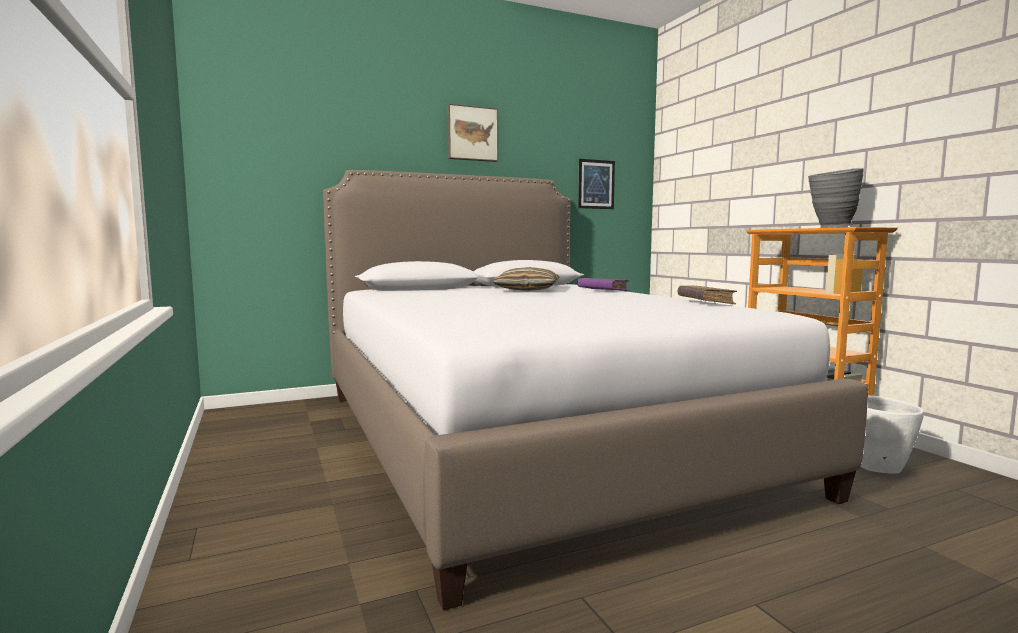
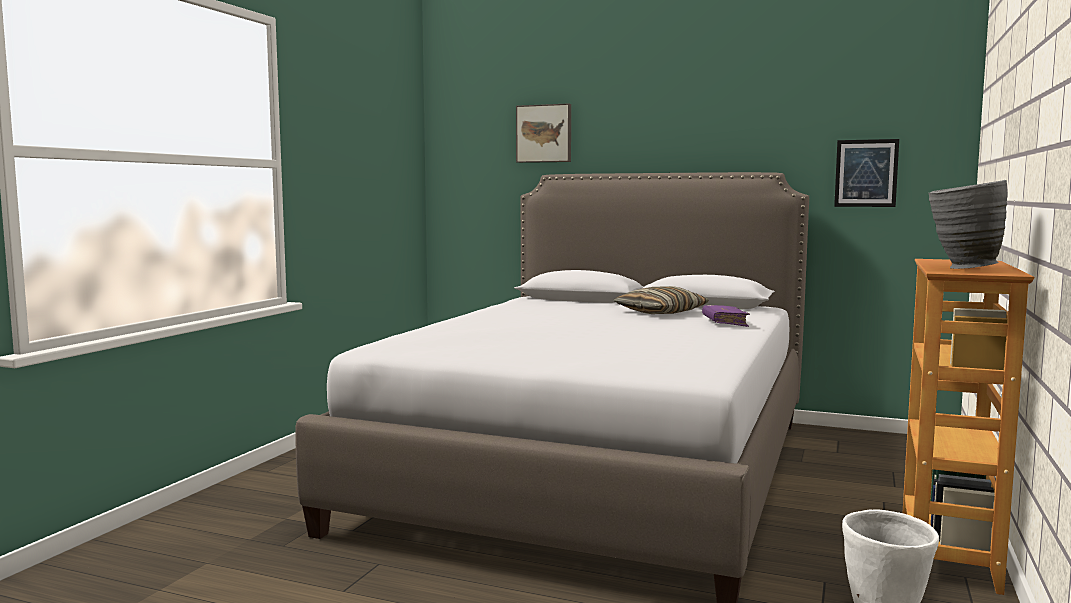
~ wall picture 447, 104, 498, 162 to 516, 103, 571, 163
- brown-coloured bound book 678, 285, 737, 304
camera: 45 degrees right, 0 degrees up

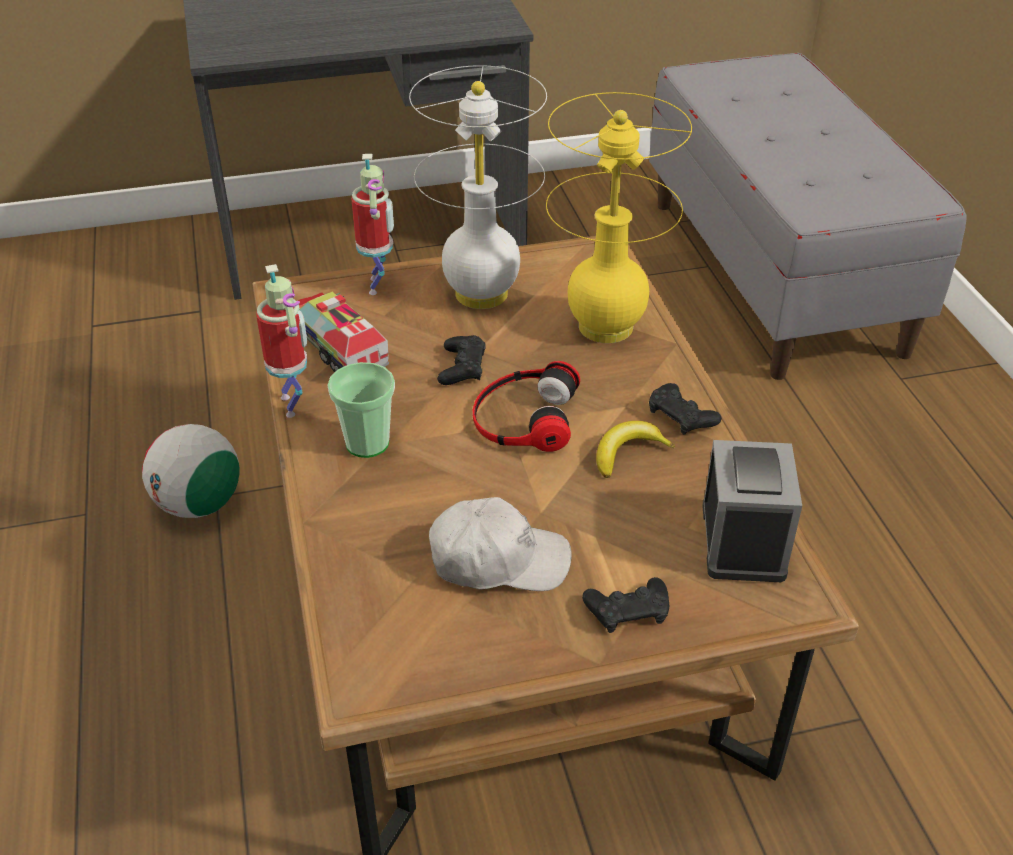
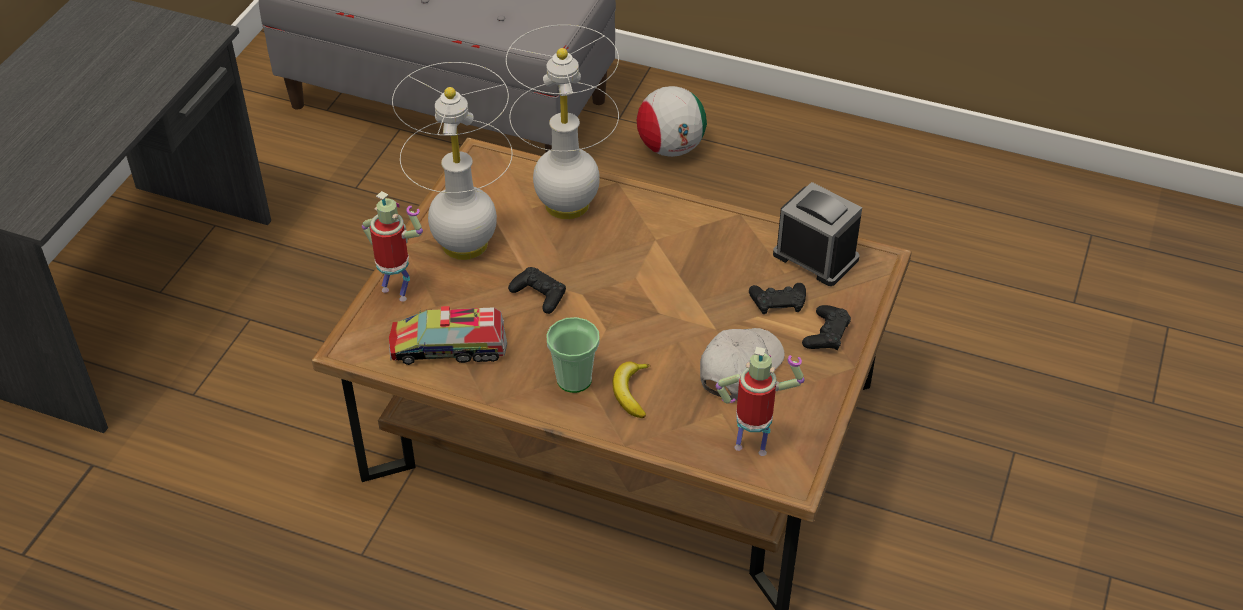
~ ball for football 142, 424, 240, 518 to 636, 86, 707, 157
~ toy robot 256, 264, 307, 418 to 716, 347, 805, 456
- headset 472, 361, 580, 452
~ yellow-coloured tabletop lamp 546, 92, 692, 343 to white tabletop lamp 506, 25, 619, 219
~ banana 596, 421, 675, 478 to 612, 361, 650, 418
~ black joypad 649, 383, 722, 435 to 749, 283, 806, 314
camera: 55 degrees left, 5 degrees up

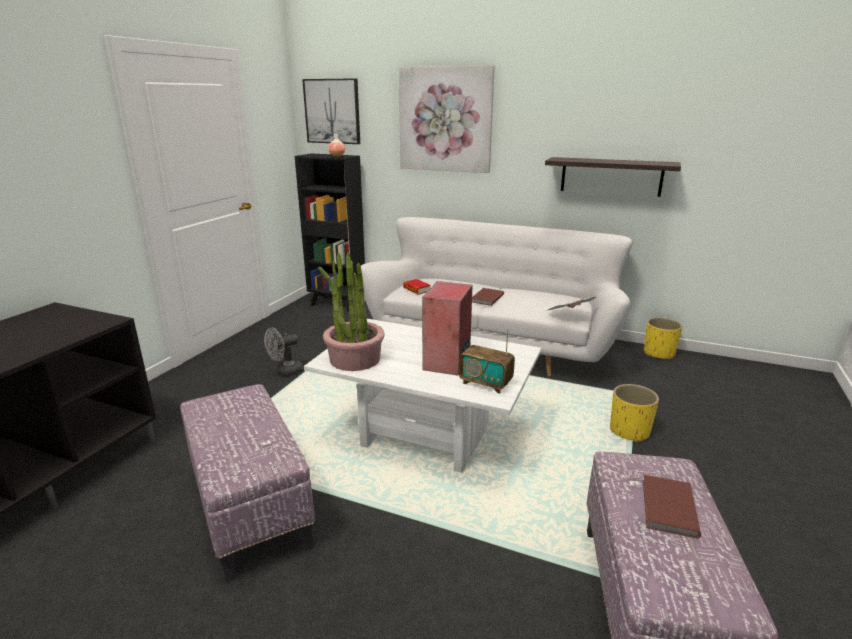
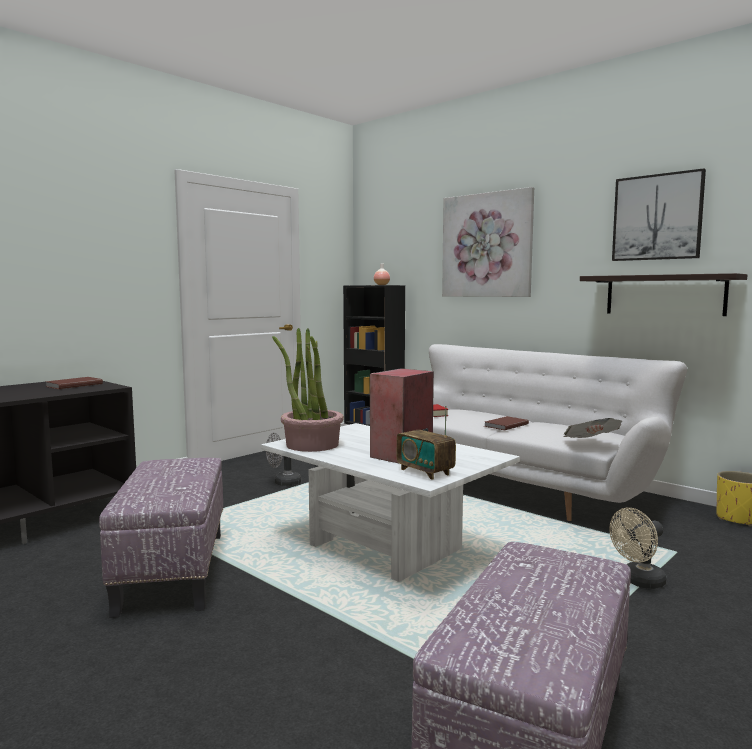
~ wall picture 302, 78, 360, 144 to 612, 168, 706, 261
~ yellow-coloured plant pot 610, 384, 659, 443 to sand-coloured cooling fan 609, 508, 666, 589
~ brown-coloured bound book 643, 475, 701, 539 to 45, 377, 103, 389
camera: 20 degrees right, 15 degrees down

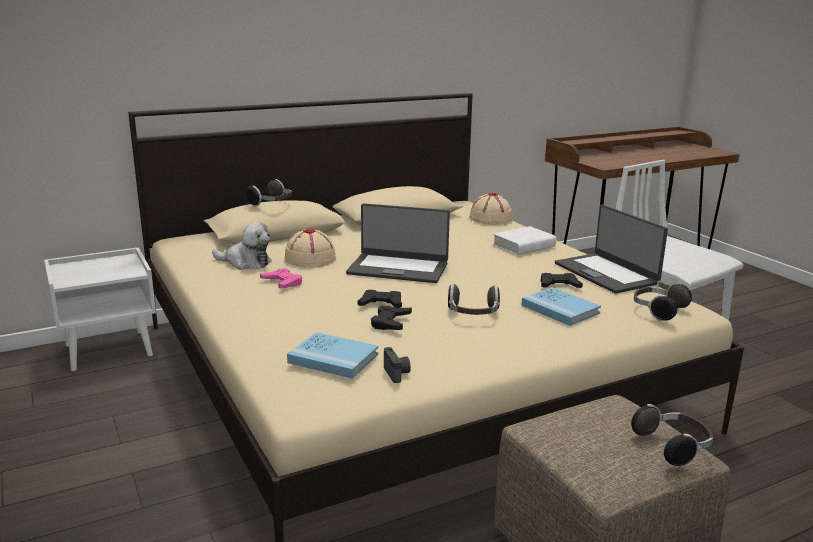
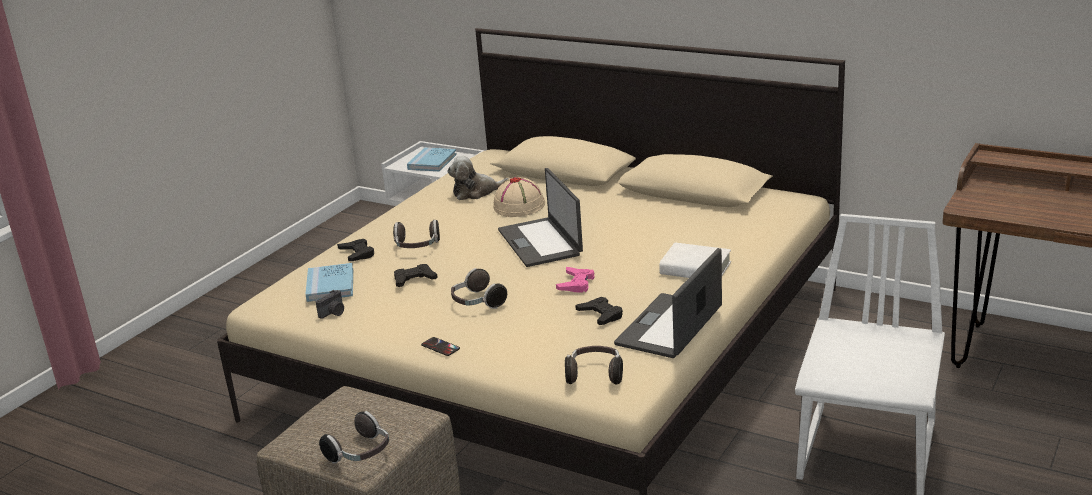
~ plush toy 212, 222, 271, 270 = 447, 156, 509, 200 90 degrees clockwise
~ headset 246, 179, 292, 206 to 393, 220, 440, 248
~ pinkish joypad 260, 268, 302, 288 to 556, 267, 595, 293
~ black joypad 357, 290, 402, 308 to 337, 239, 374, 261
- sand-coloured wearable hat 469, 193, 513, 224
~ bluish bound book 521, 287, 601, 326 to 407, 147, 457, 171
+ telephone 421, 337, 460, 356
camera: 60 degrees right, 5 degrees up

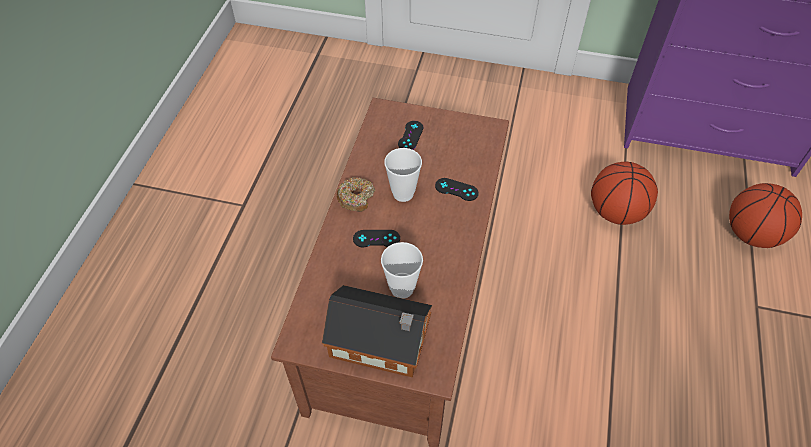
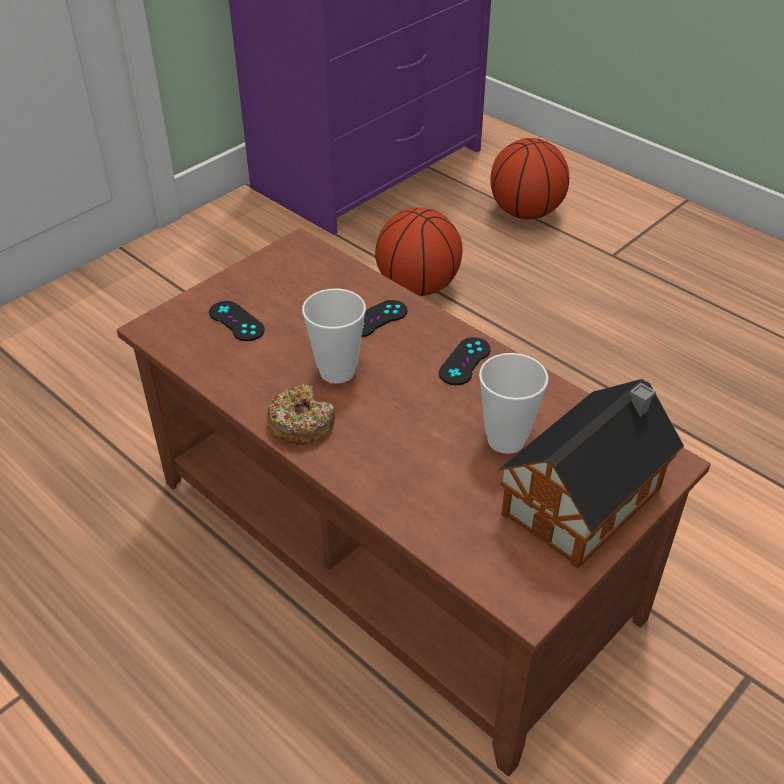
~ black joypad 353, 230, 400, 247 to 439, 337, 491, 385
camera: 60 degrees left, 10 degrees down

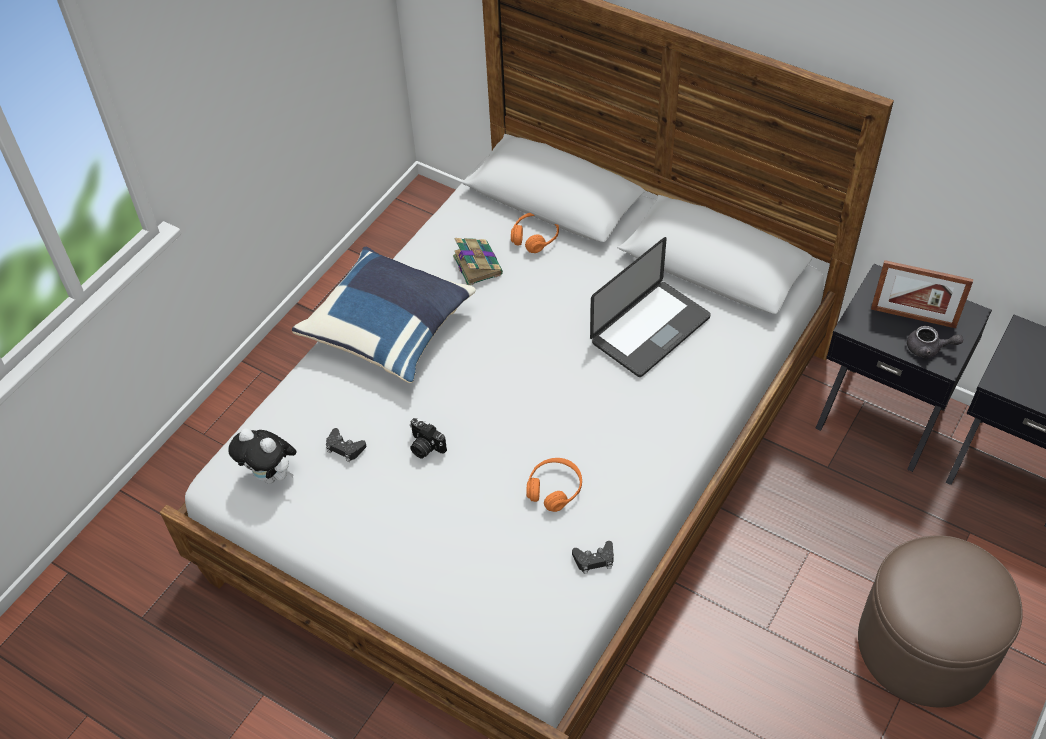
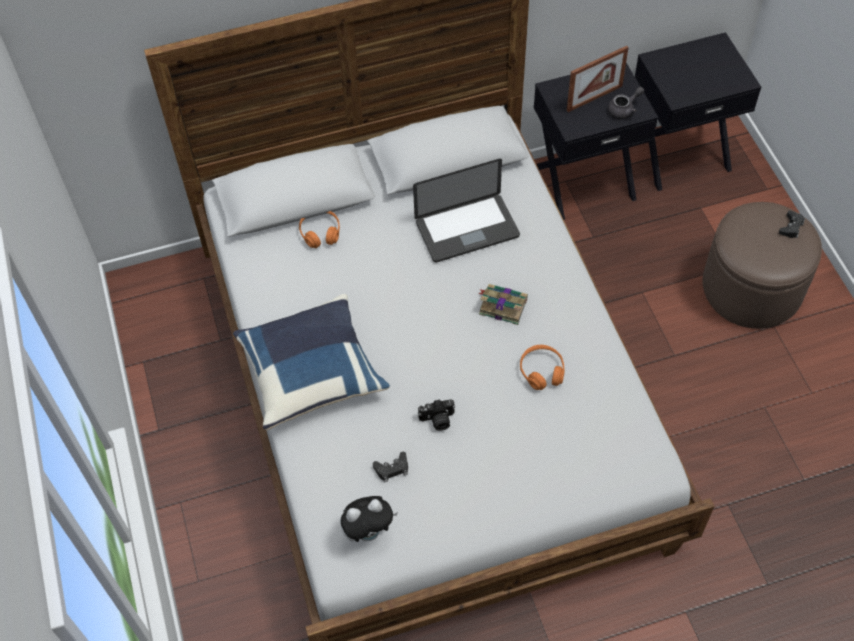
~ bound book 453, 238, 503, 285 to 478, 284, 528, 325
~ black joypad 572, 541, 614, 574 to 779, 211, 805, 238
~ laptop 590, 237, 711, 377 = 413, 159, 520, 262 75 degrees clockwise
camera: 50 degrees left, 5 degrees up

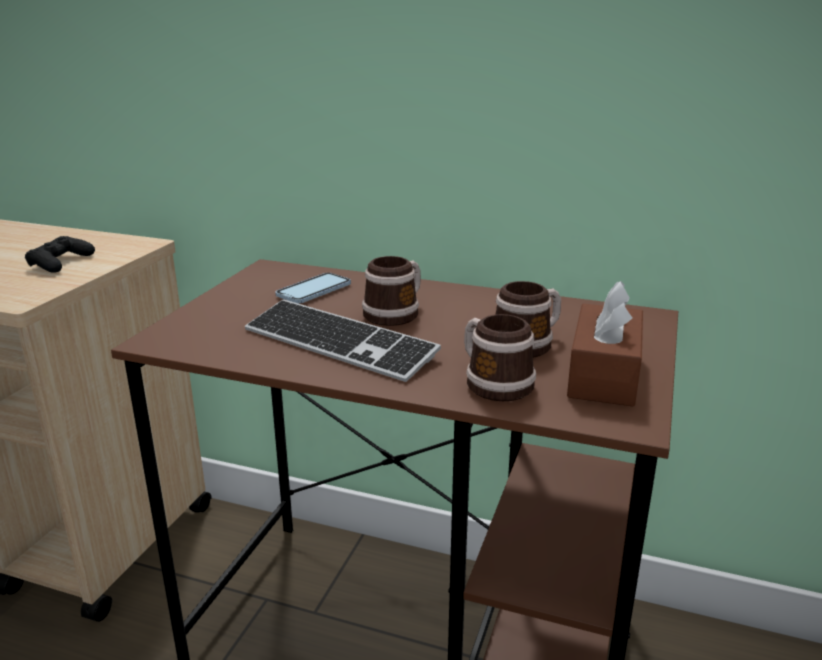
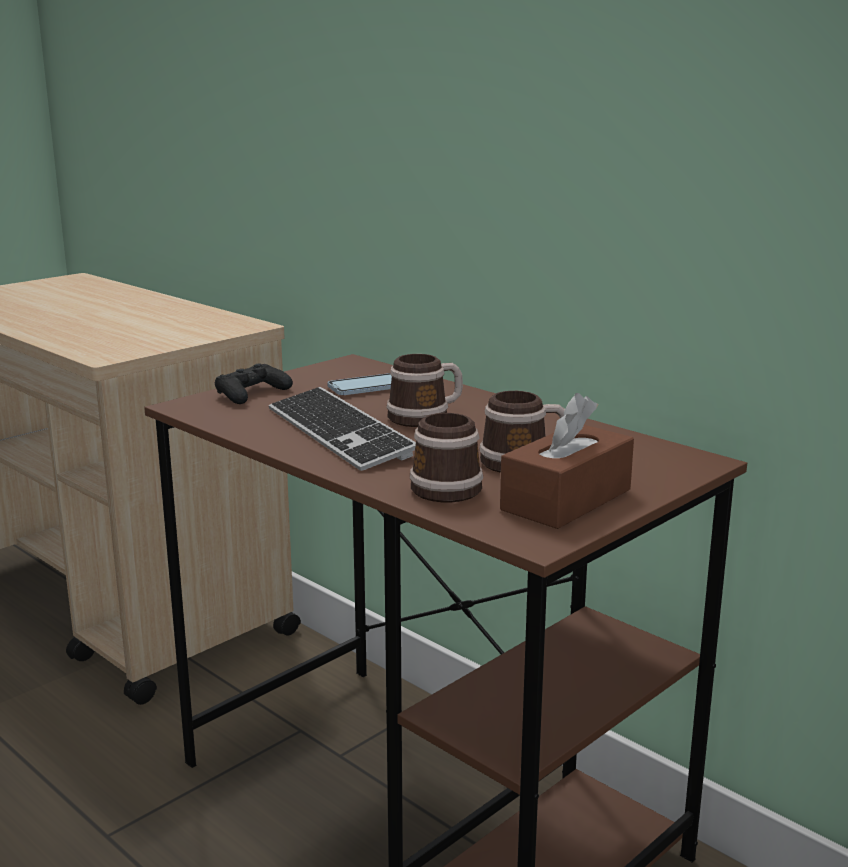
~ black joypad 25, 236, 95, 273 to 215, 363, 293, 404
camera: 25 degrees right, 5 degrees down

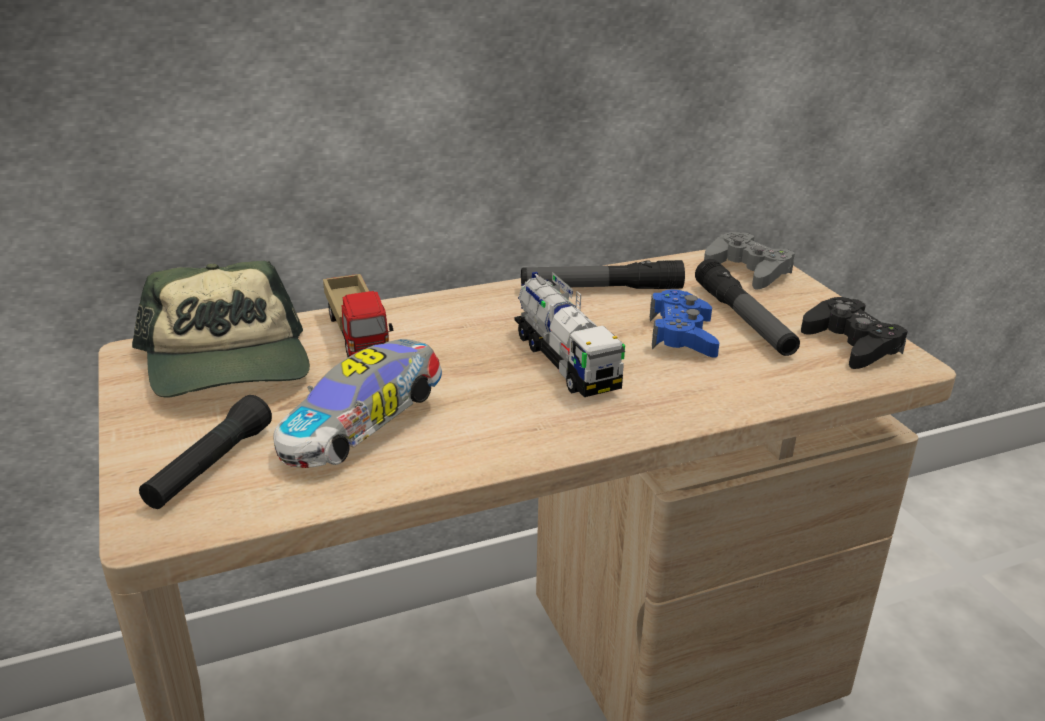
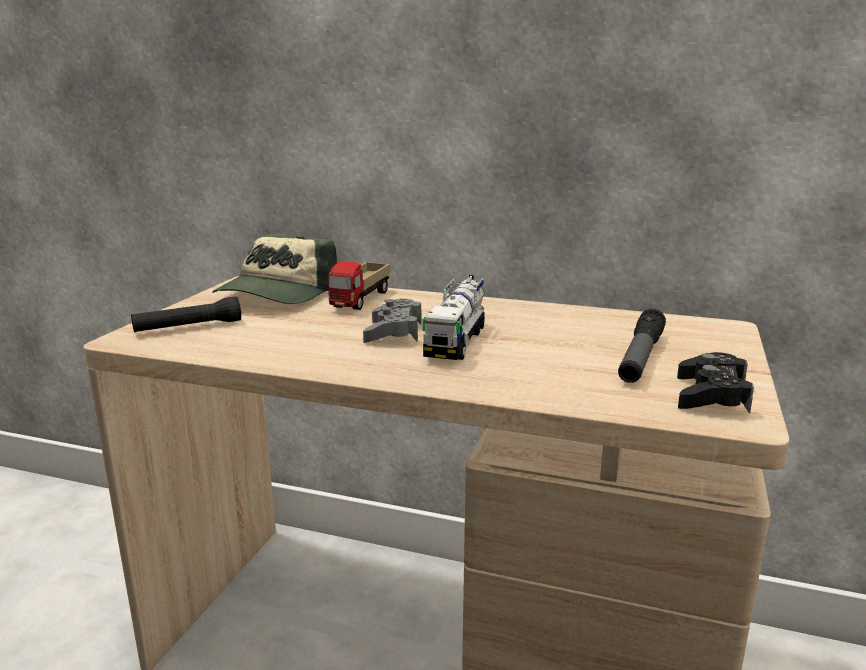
- miniature car 273, 339, 442, 468
- torch 521, 260, 685, 289
- bluish joypad 650, 289, 719, 358
~ gray joypad 704, 232, 795, 289 to 363, 299, 422, 343
camera: 40 degrees right, 10 degrees down

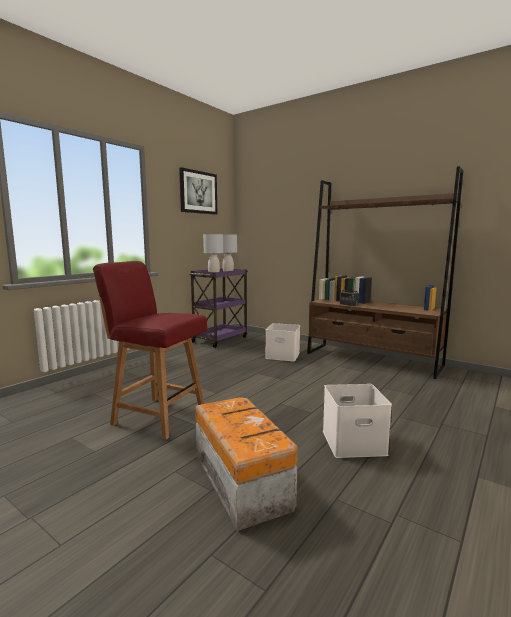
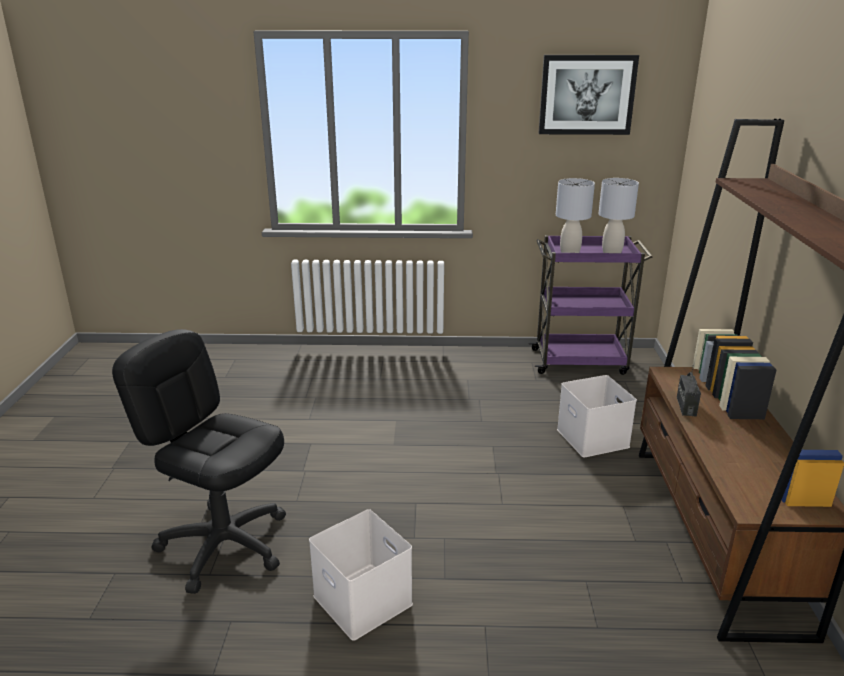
- reddish chair 93, 261, 207, 440
~ storage bin 195, 397, 298, 531 to black computer chair 112, 329, 286, 594
camera: 55 degrees right, 15 degrees up

